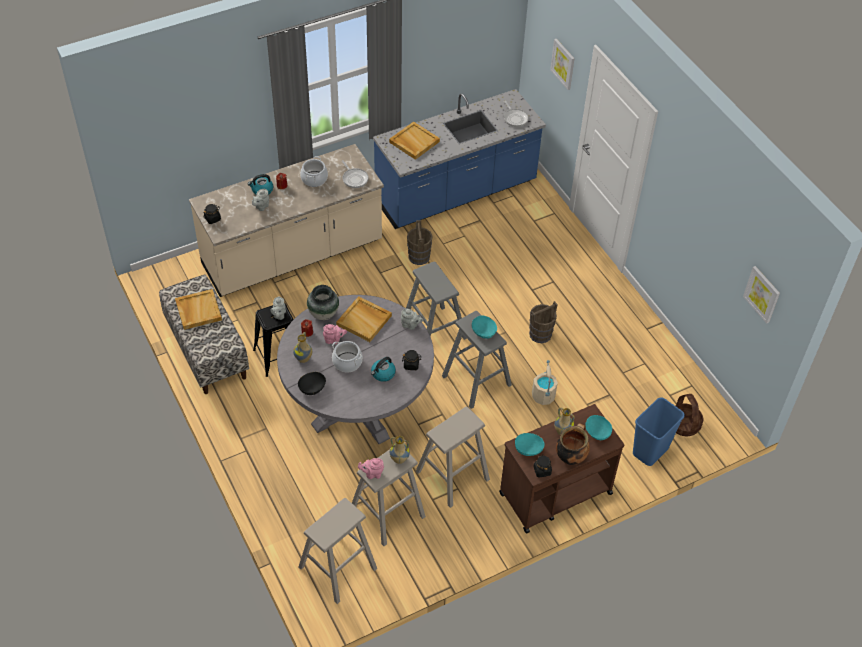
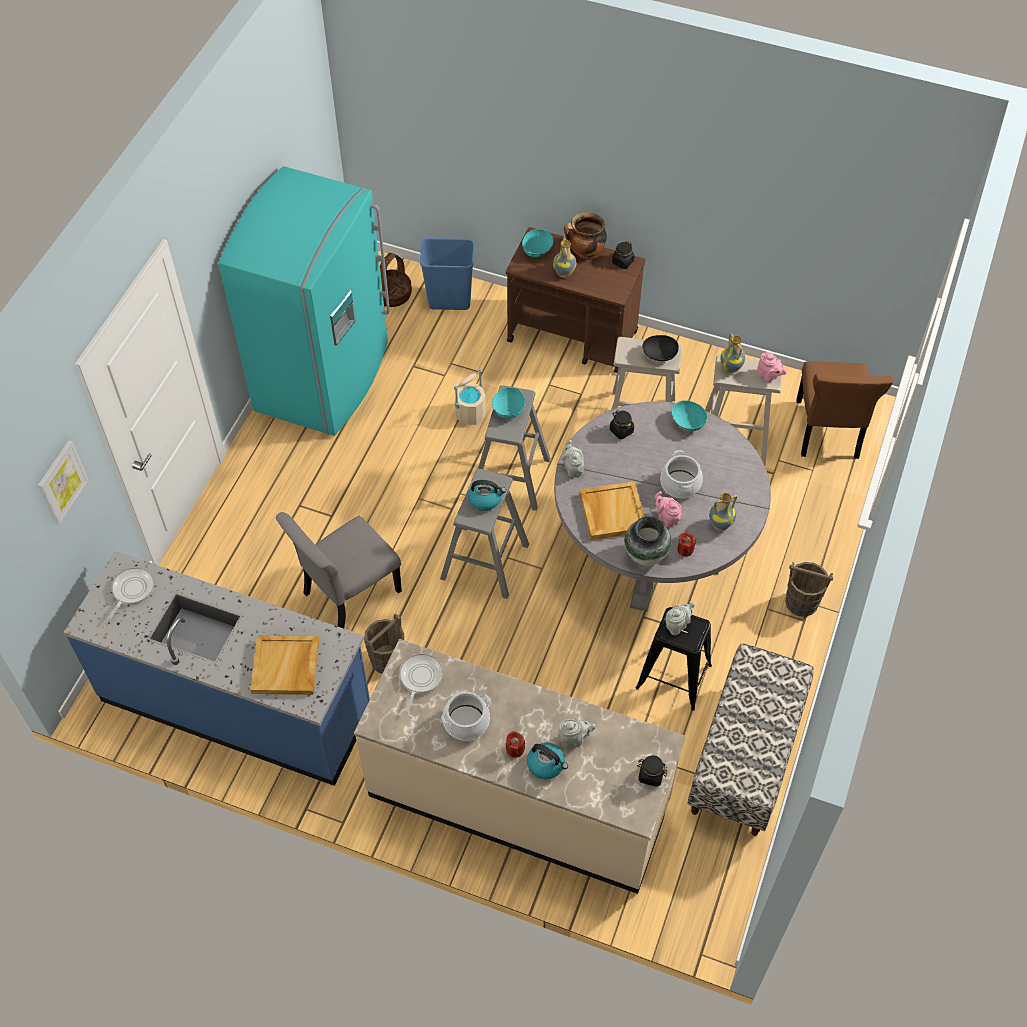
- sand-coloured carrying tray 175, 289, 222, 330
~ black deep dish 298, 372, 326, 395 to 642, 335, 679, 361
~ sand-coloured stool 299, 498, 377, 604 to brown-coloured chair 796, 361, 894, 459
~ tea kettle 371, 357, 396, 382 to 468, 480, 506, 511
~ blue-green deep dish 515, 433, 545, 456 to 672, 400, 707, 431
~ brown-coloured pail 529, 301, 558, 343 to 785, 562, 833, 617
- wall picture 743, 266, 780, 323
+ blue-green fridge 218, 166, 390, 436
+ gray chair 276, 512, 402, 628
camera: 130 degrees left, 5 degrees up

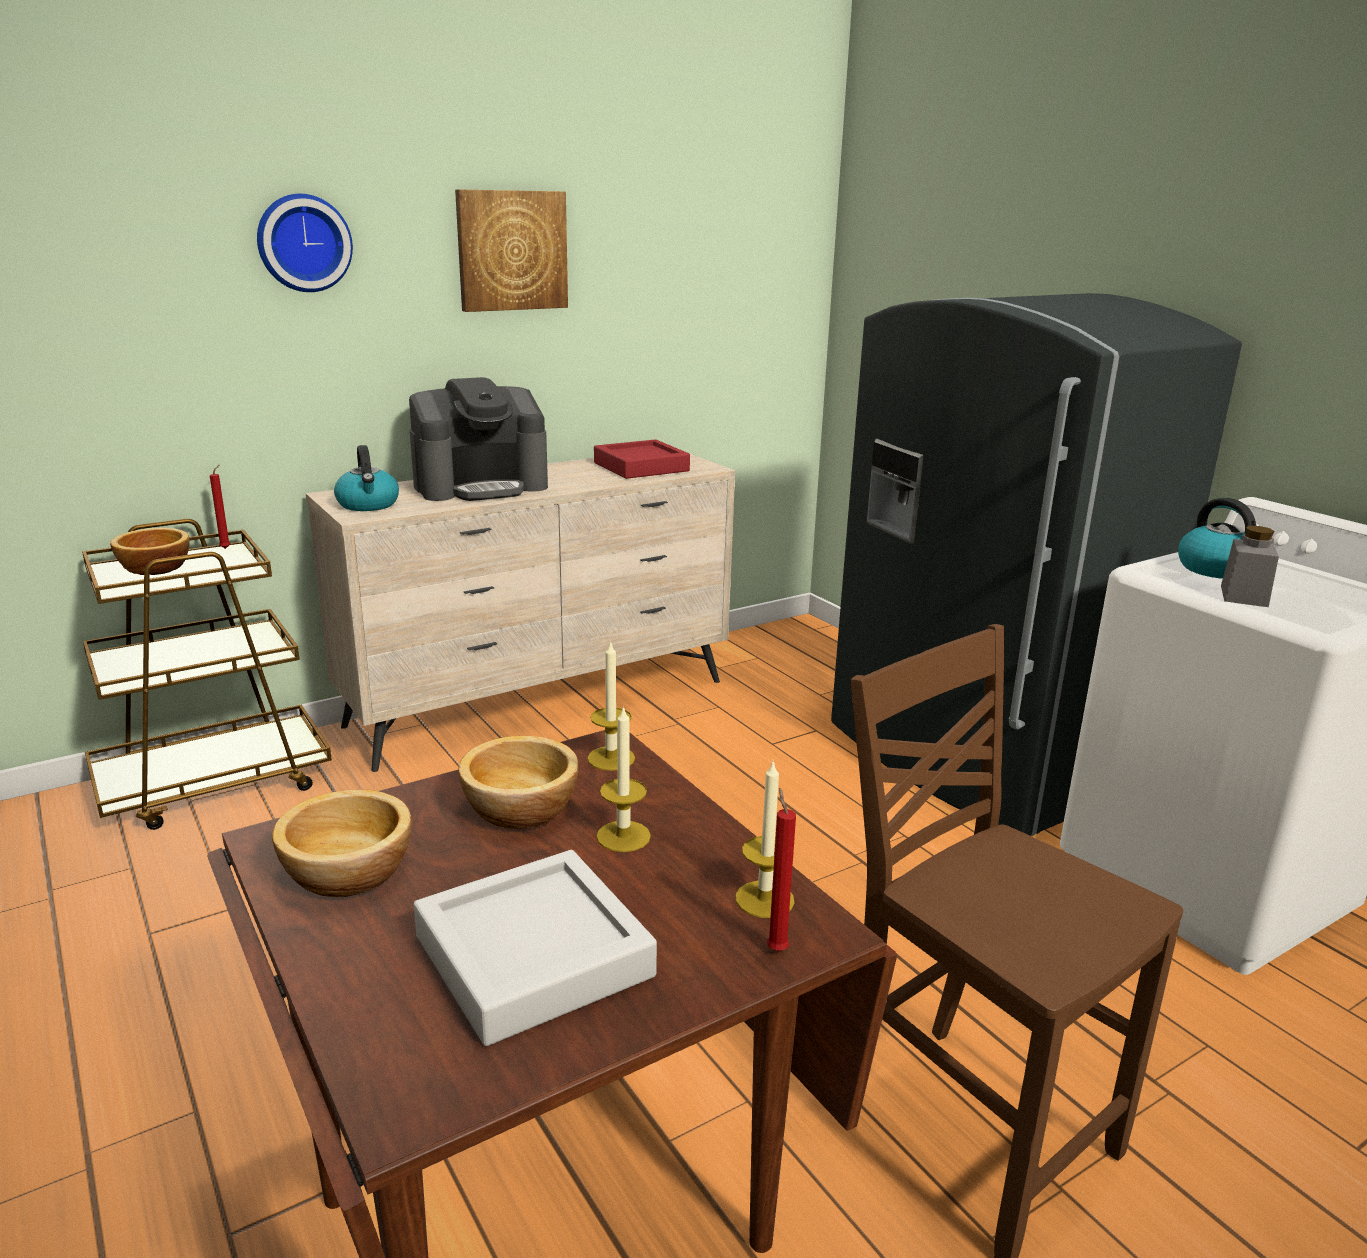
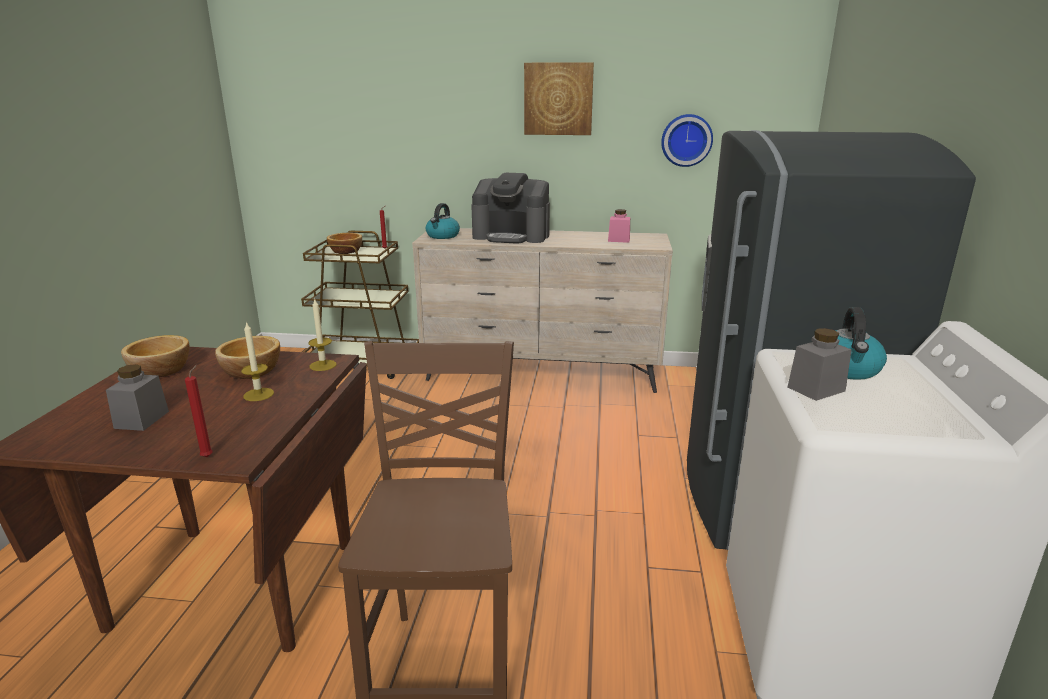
~ hanging clock 257, 194, 353, 292 to 661, 114, 713, 167
~ gray carrying tray 413, 850, 657, 1046 to gray preserve jar 106, 364, 169, 431
~ reddish carrying tray 594, 439, 690, 479 to pinkish preserve jar 608, 209, 630, 243
- wax light 735, 762, 794, 918
camera: 40 degrees right, 0 degrees up

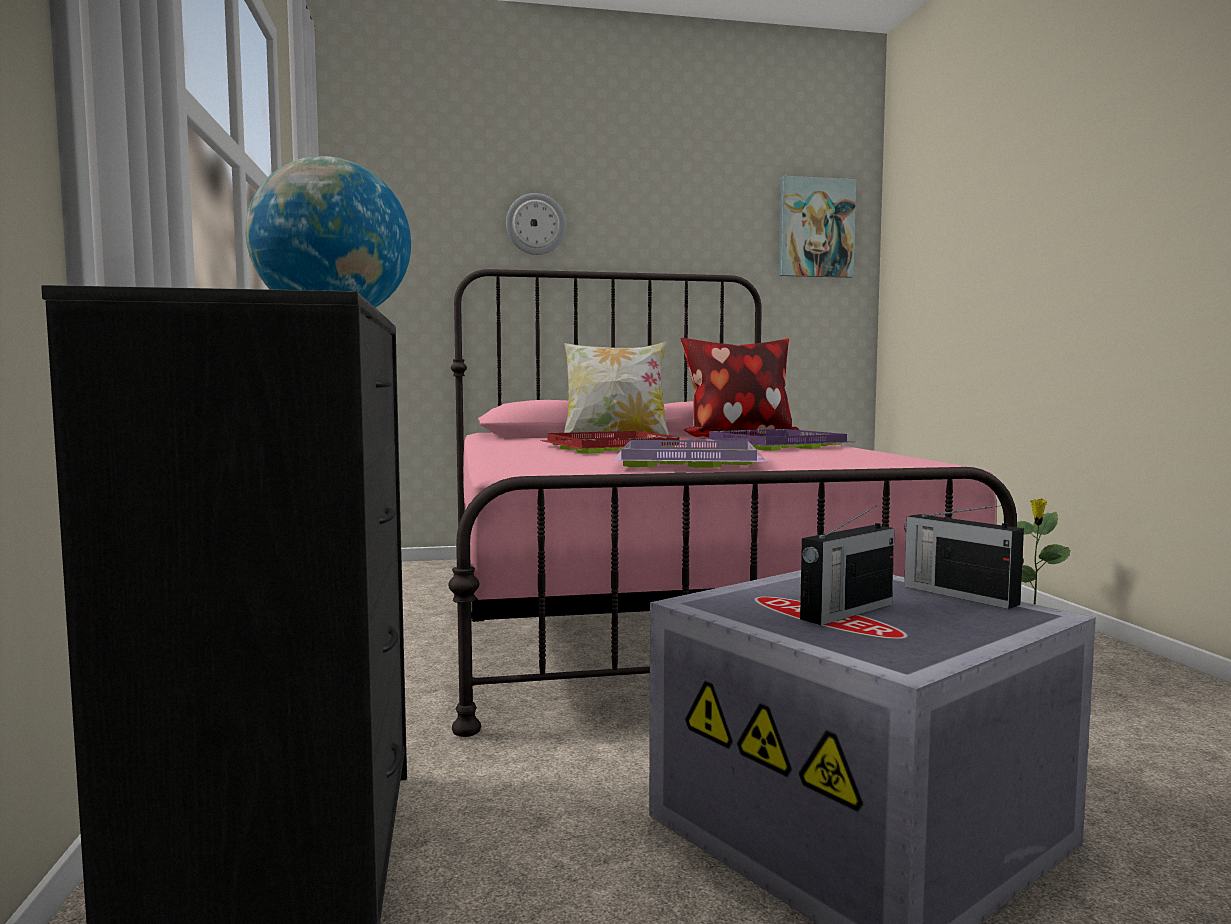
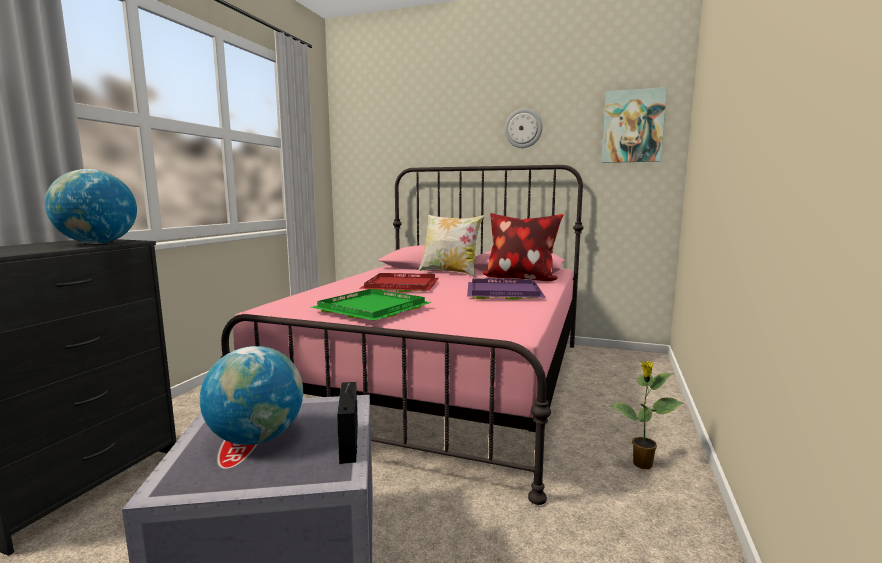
~ hanging clock 506, 193, 566, 255 to 505, 108, 543, 148
~ purple carrying tray 611, 440, 767, 468 to greenish carrying tray 311, 289, 432, 320
~ radio set 800, 506, 895, 625 to desk globe 200, 346, 303, 445
camera: 30 degrees right, 5 degrees up

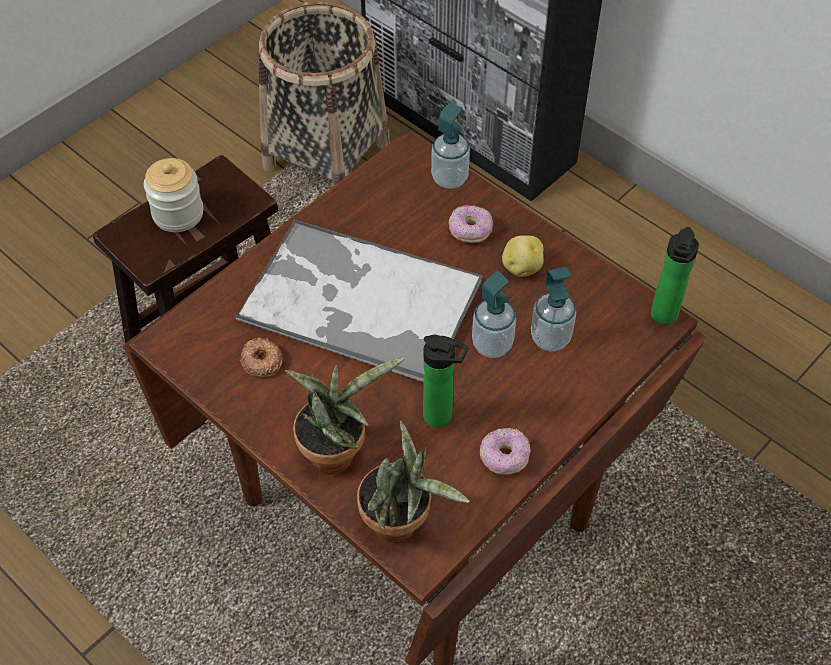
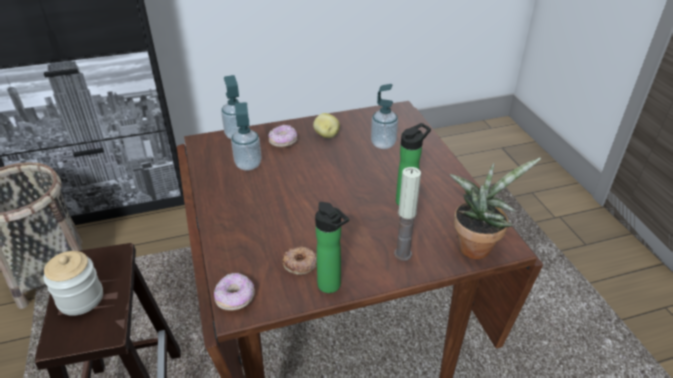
- carrying tray 234, 219, 483, 382
~ plant in a pot 285, 358, 405, 475 to wax light 394, 167, 421, 261
~ liquid soap bottle 472, 271, 516, 358 to 231, 102, 261, 171
~ doughnut 480, 428, 531, 475 to 214, 273, 255, 311
~ drink bottle 651, 227, 699, 325 to 315, 202, 349, 293
camera: 60 degrees left, 15 degrees down

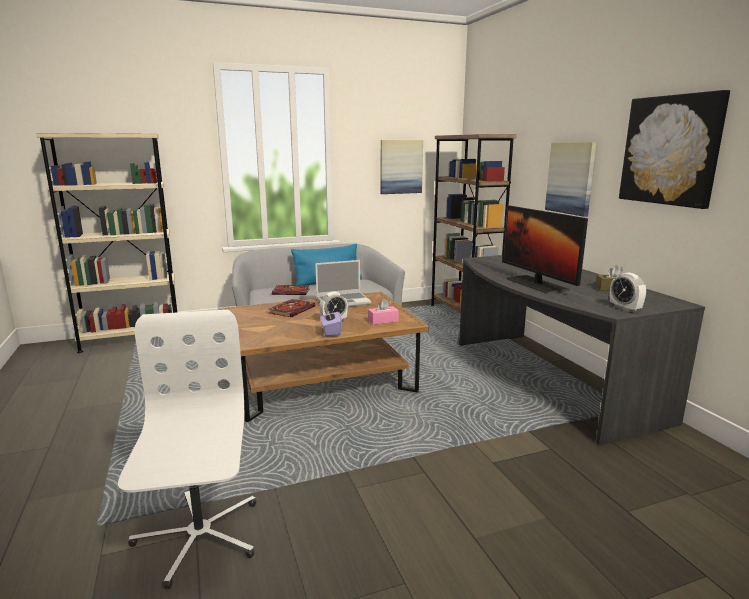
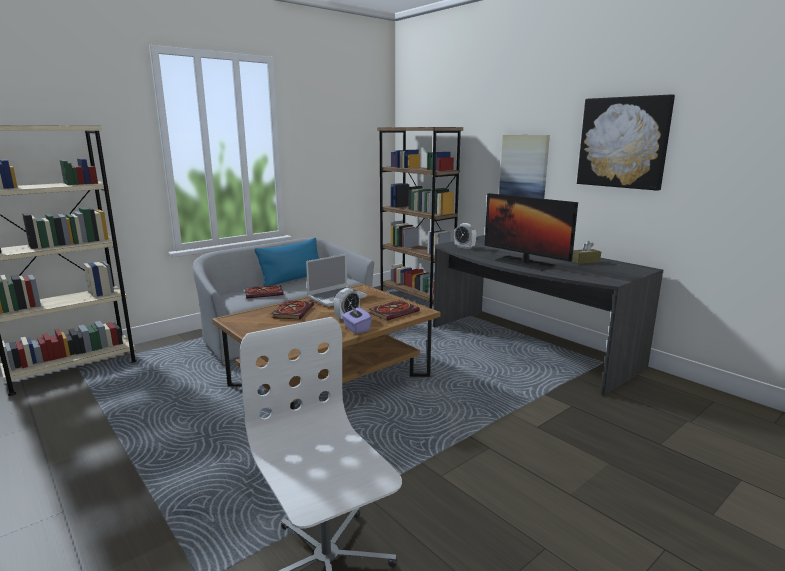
~ pinkish box of tissues 368, 299, 399, 325 to bound book 368, 300, 420, 321
- wall picture 380, 140, 423, 194
~ alarm clock 610, 273, 646, 312 to 454, 223, 476, 249
camera: 20 degrees left, 0 degrees up

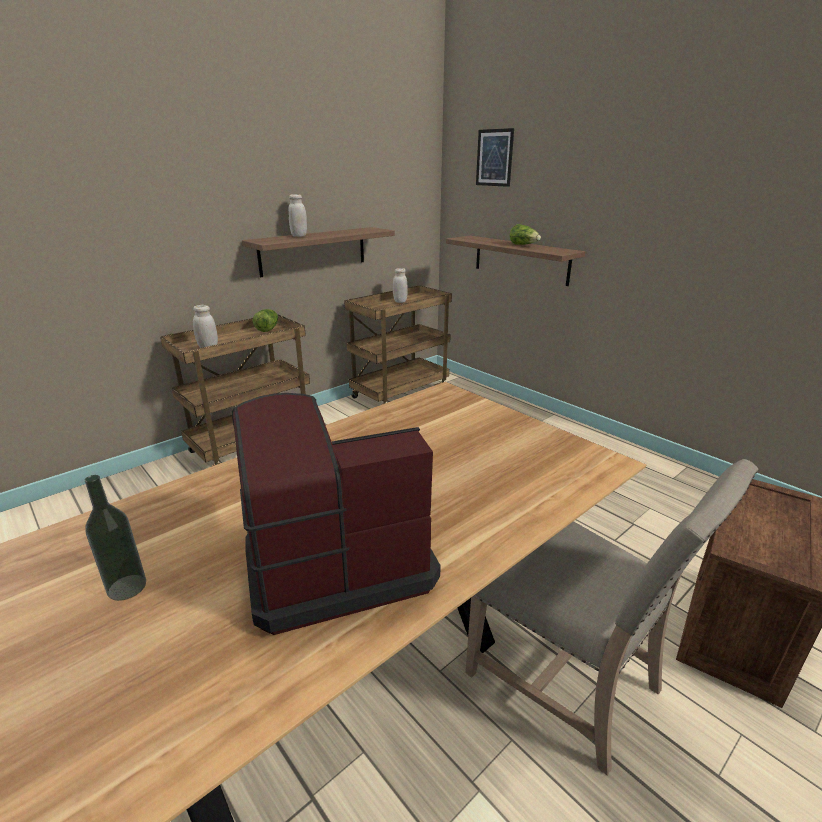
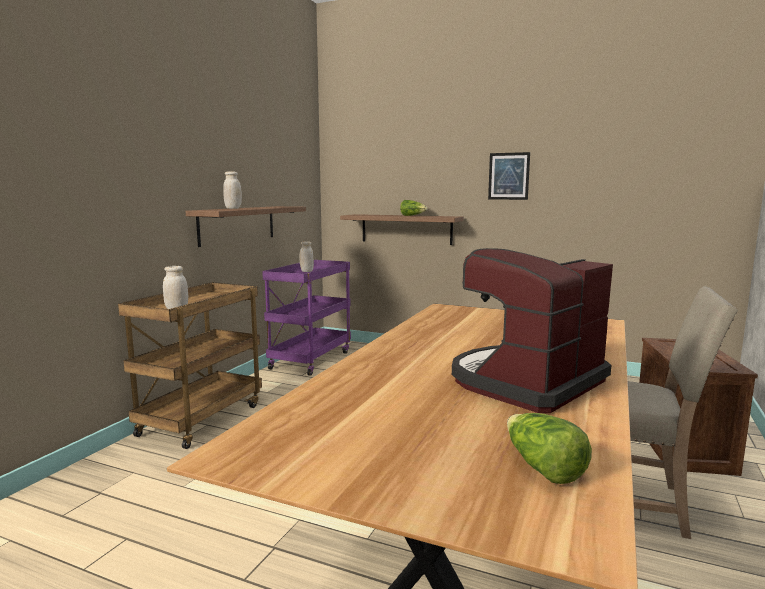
- drink bottle 84, 475, 146, 601
~ head of lettuce 253, 309, 278, 332 to 507, 413, 592, 484
~ brown-coloured wheeled cart 344, 285, 452, 404 to purple wheeled cart 262, 260, 351, 376
~ wall picture 476, 128, 514, 187 to 488, 152, 530, 200
camera: 25 degrees left, 15 degrees down

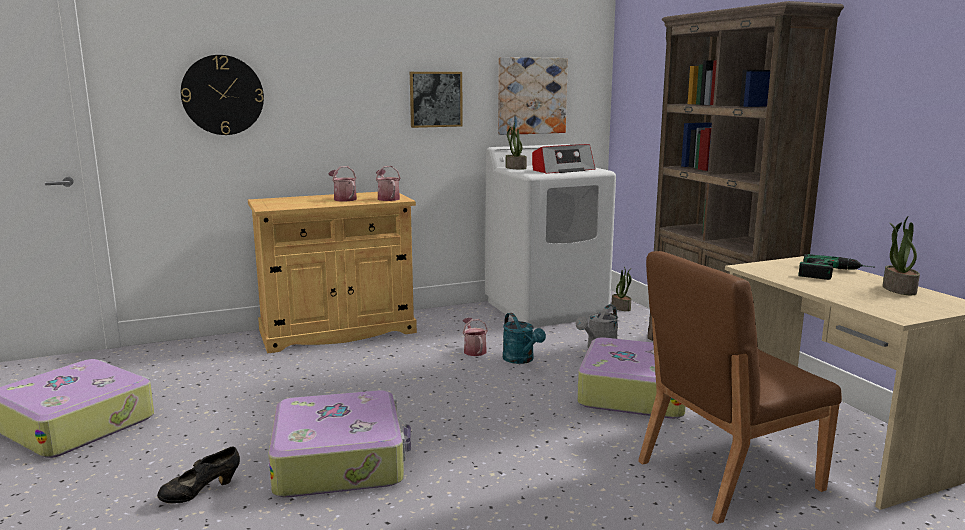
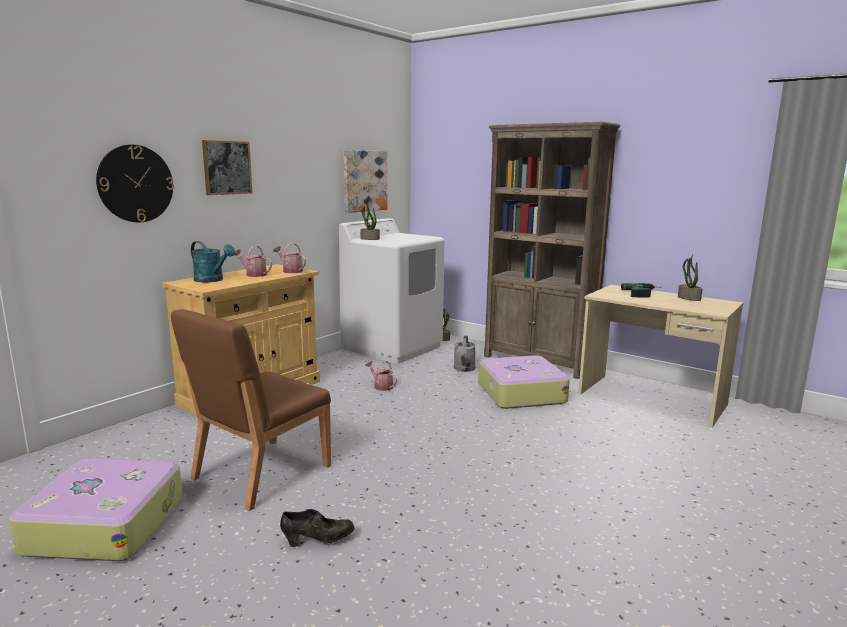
~ black item of footwear 157, 447, 240, 503 = 280, 509, 354, 547 120 degrees counterclockwise
- piece of luggage 268, 390, 411, 497
~ wall picture 410, 72, 463, 128 to 202, 140, 253, 195
~ blue-green sprinkling can 503, 313, 546, 364 to 191, 241, 235, 282
- radio set 532, 144, 595, 174
~ brown-coloured chair 638, 251, 842, 524 to 171, 309, 331, 511
camera: 30 degrees left, 0 degrees up

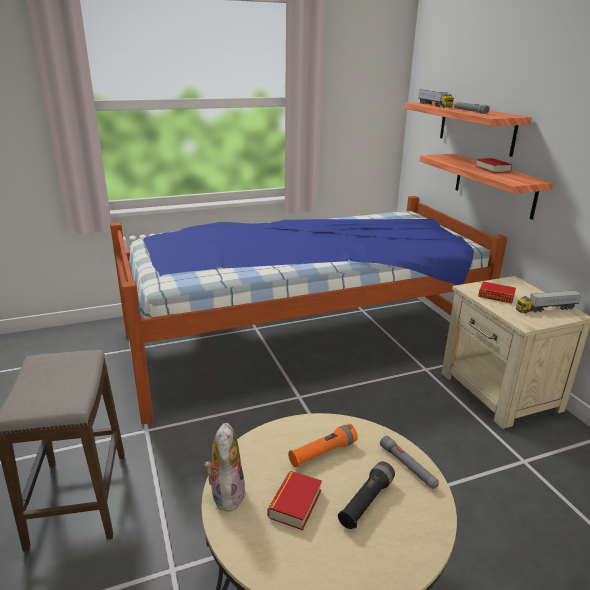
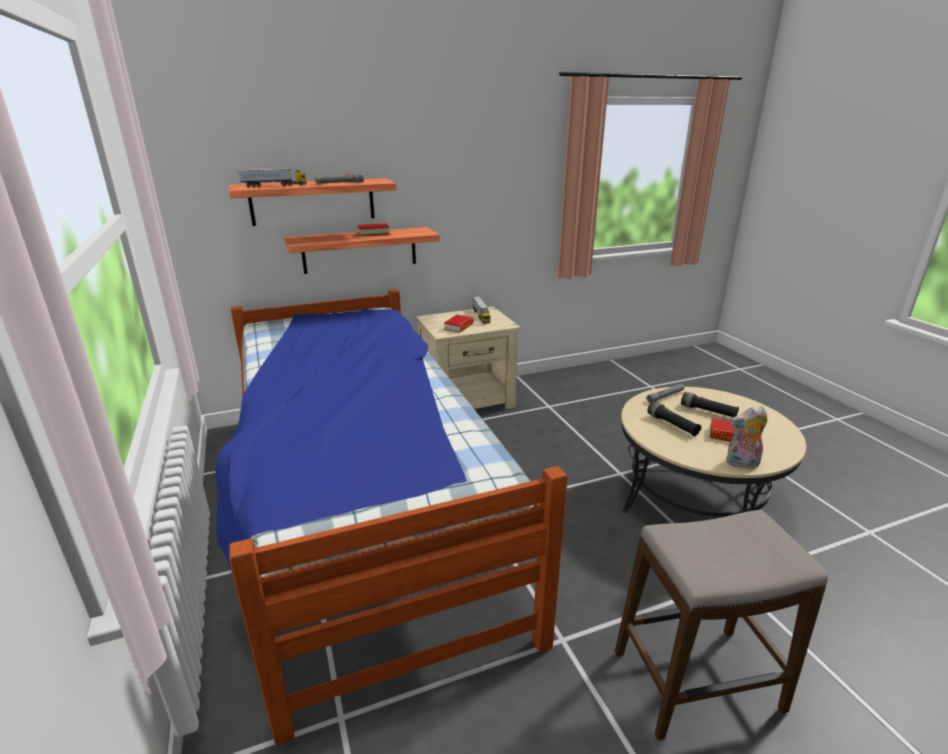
~ orangey torch 288, 424, 358, 468 to black torch 647, 401, 702, 436
camera: 90 degrees left, 0 degrees up

